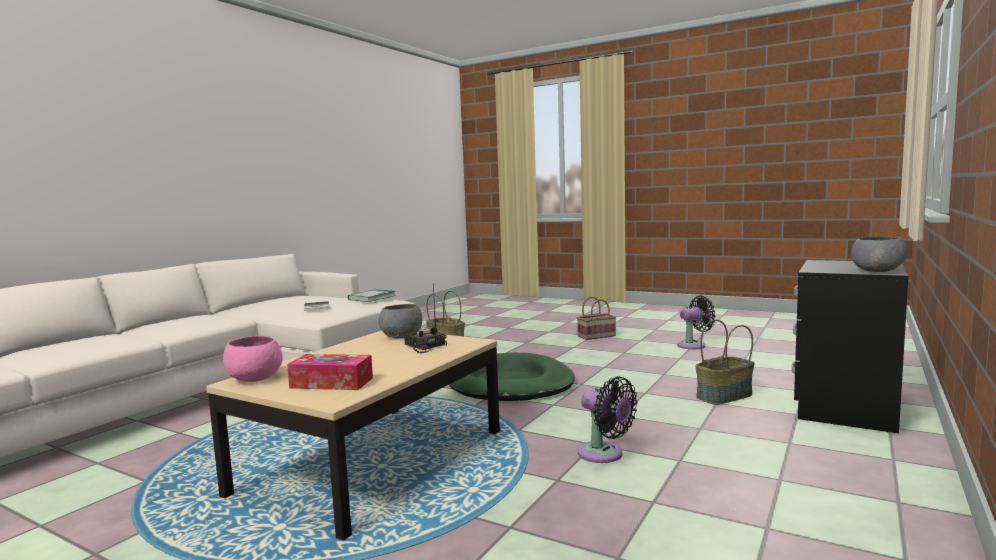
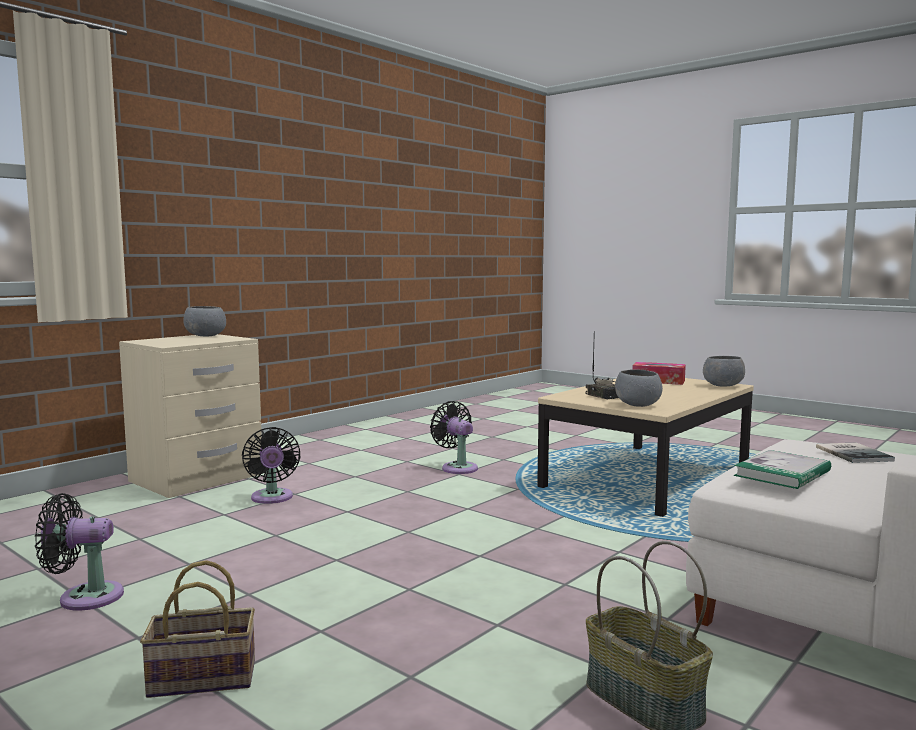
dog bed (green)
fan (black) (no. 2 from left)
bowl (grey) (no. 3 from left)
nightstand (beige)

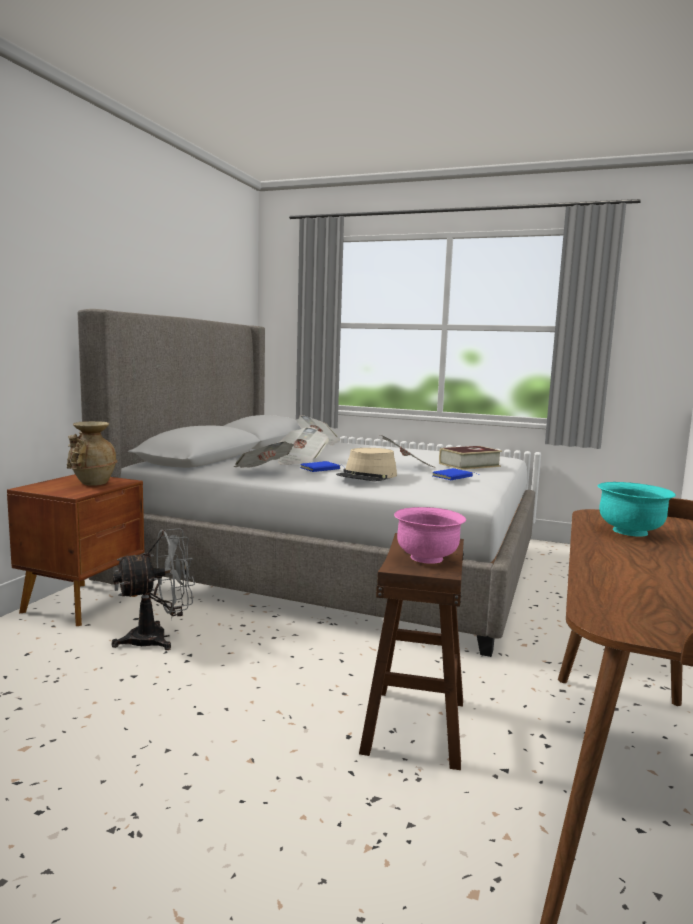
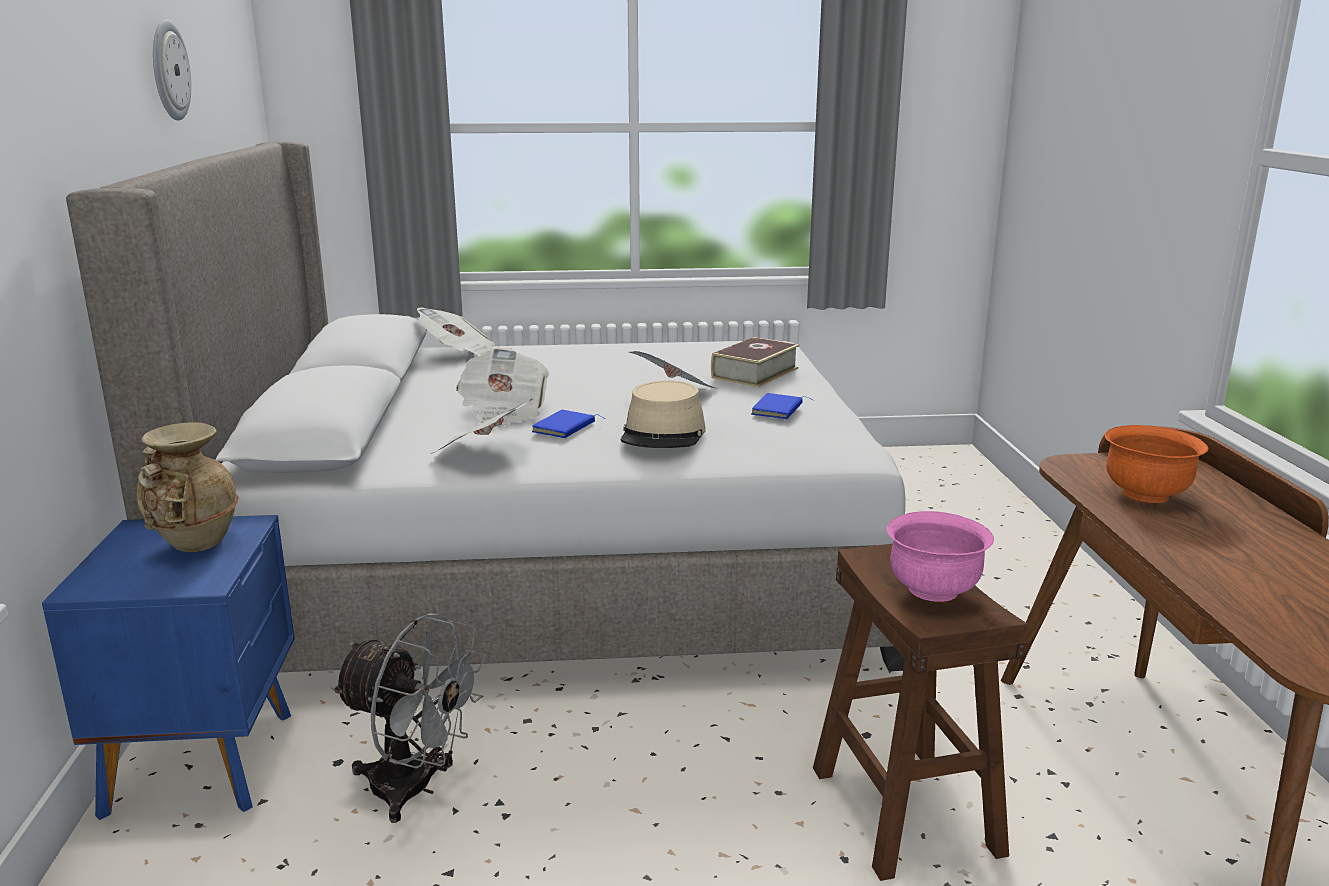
wall clock
nightstand (blue)
bowl (orange)
fan (grey)

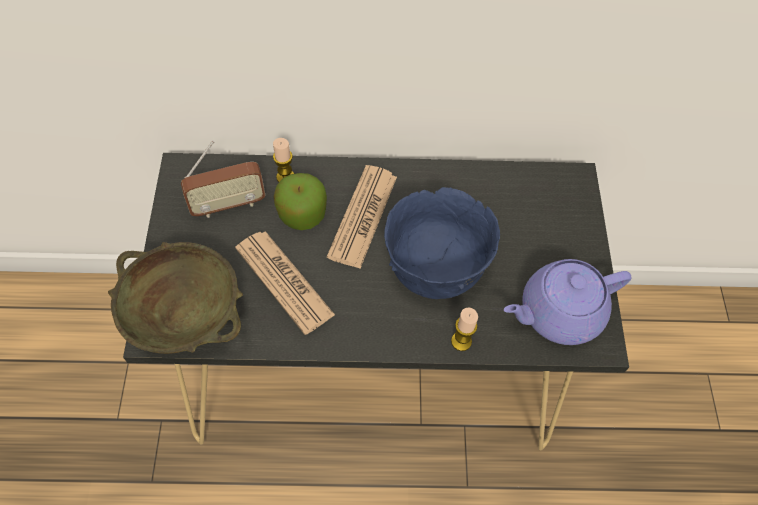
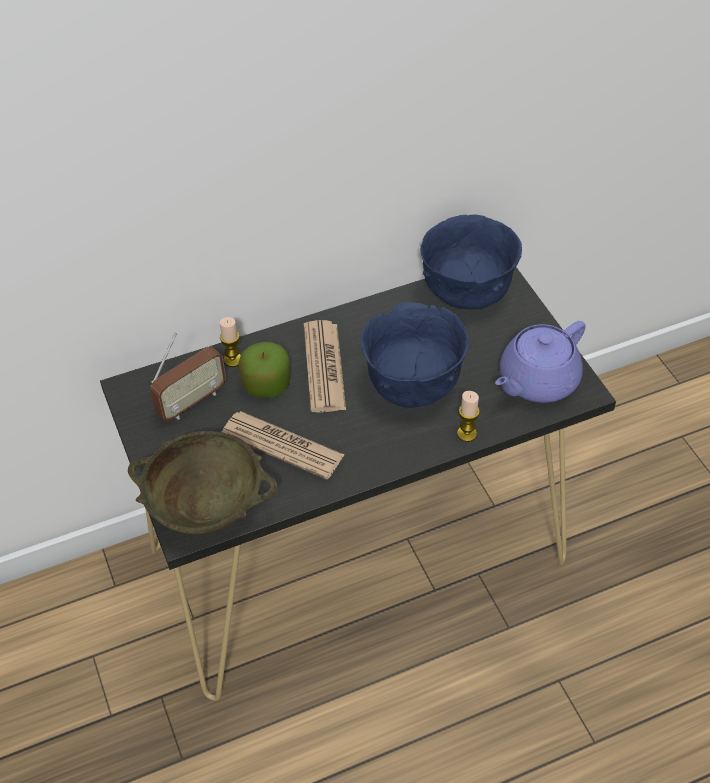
bowl (blue) (no. 2 from left)

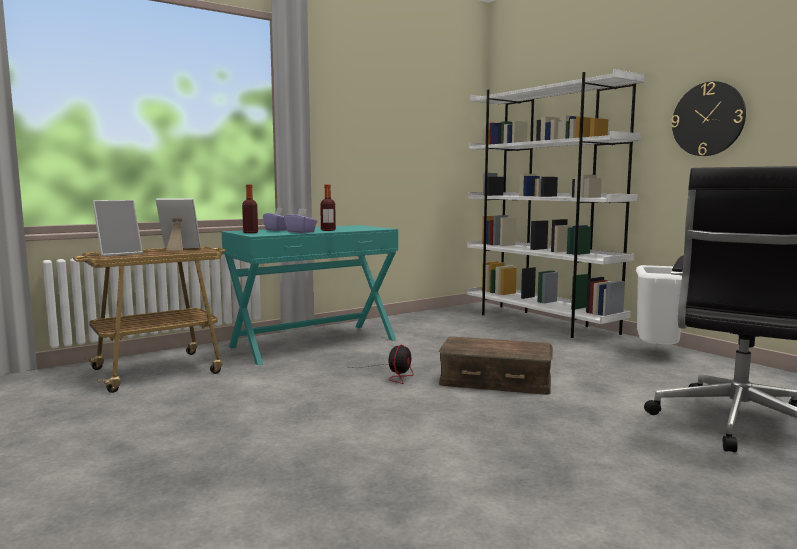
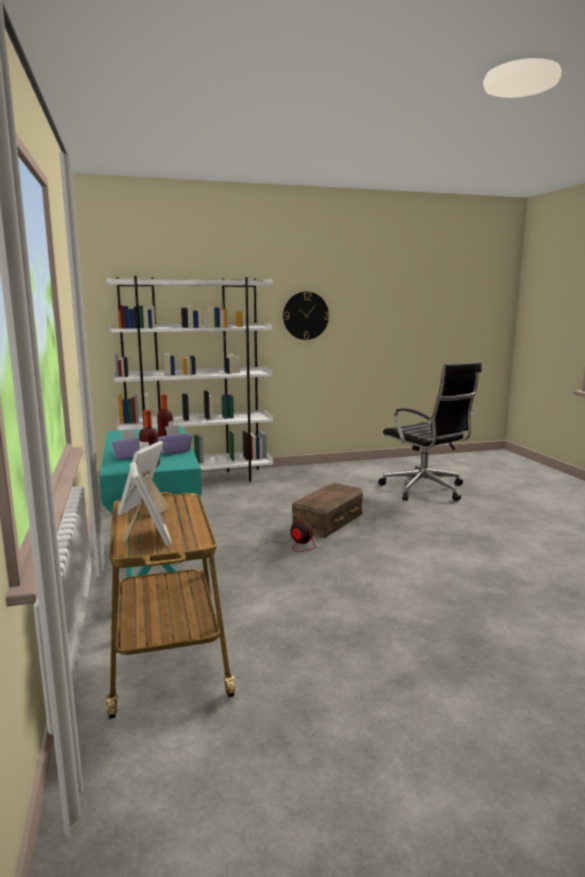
trash can (white)

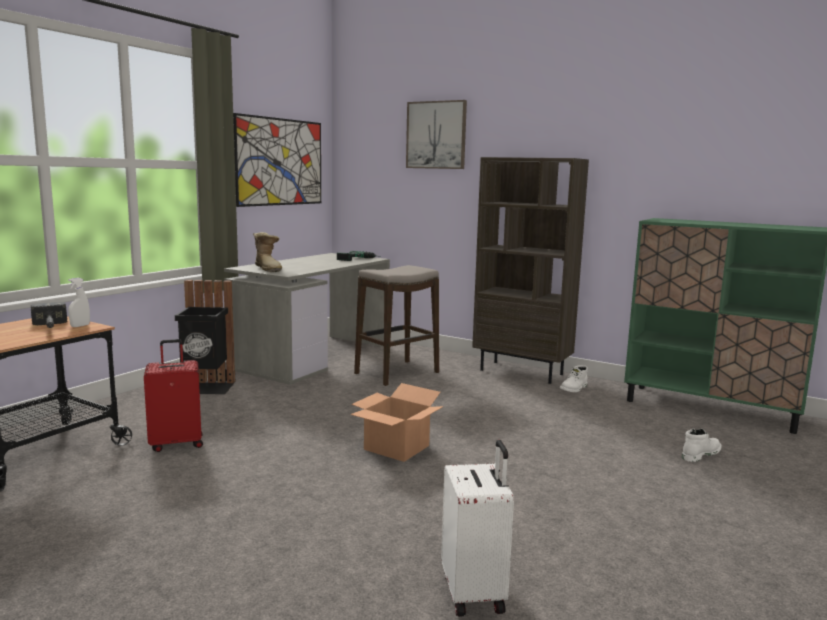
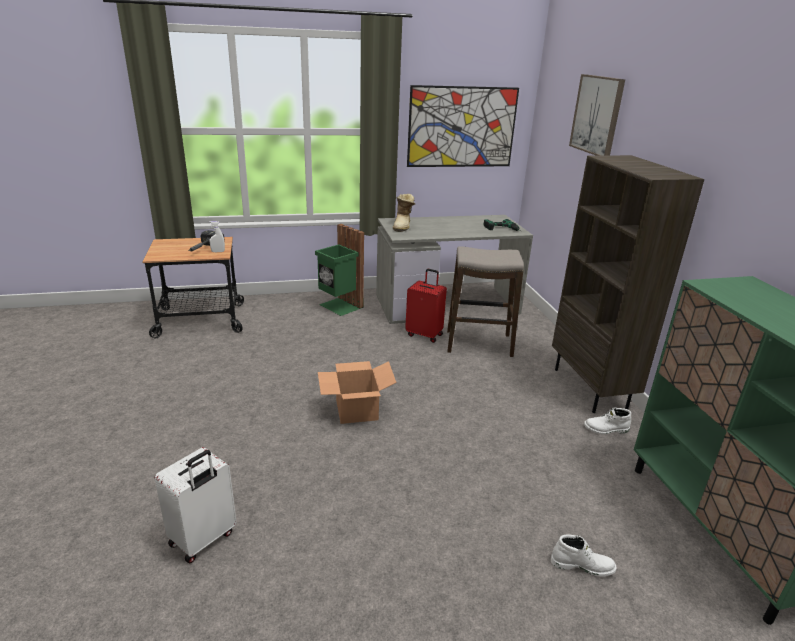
suitcase (red)
trash can (green)

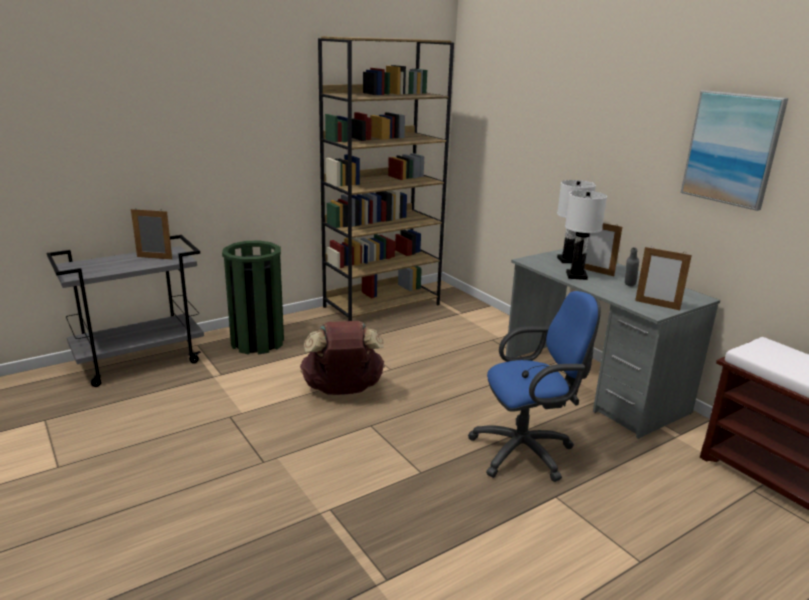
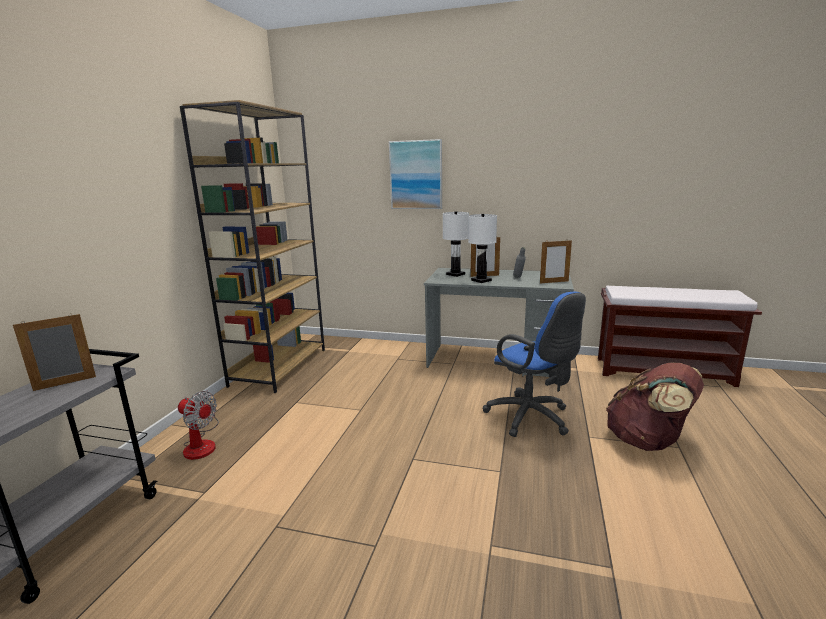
backpack (brown)
picture
fan
office chair (blue)

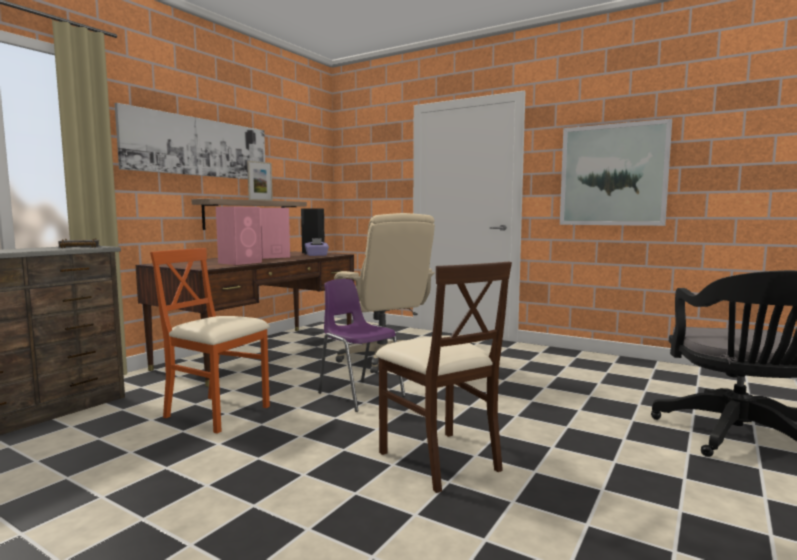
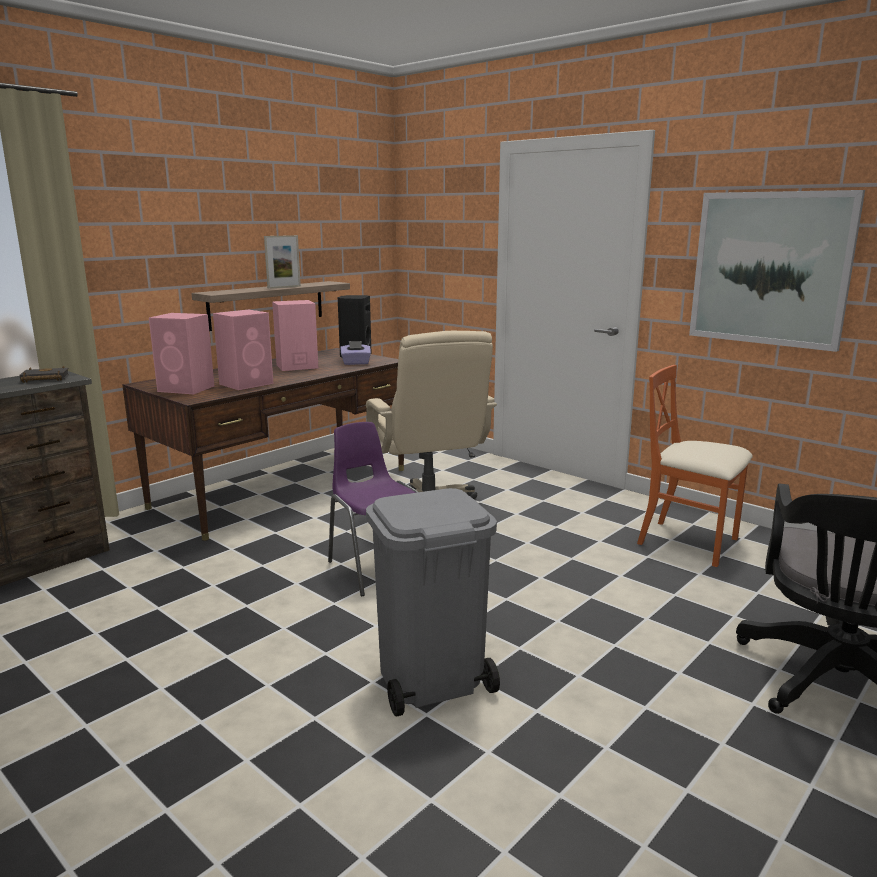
picture (no. 1 from left in the first image)
speaker (pink) (no. 1 from left)
chair (orange)
trash can (grey)

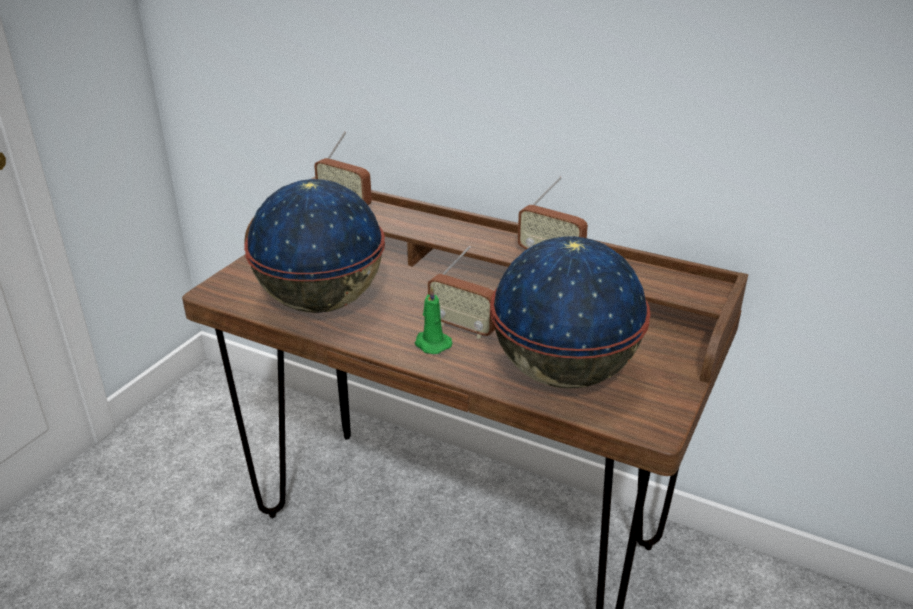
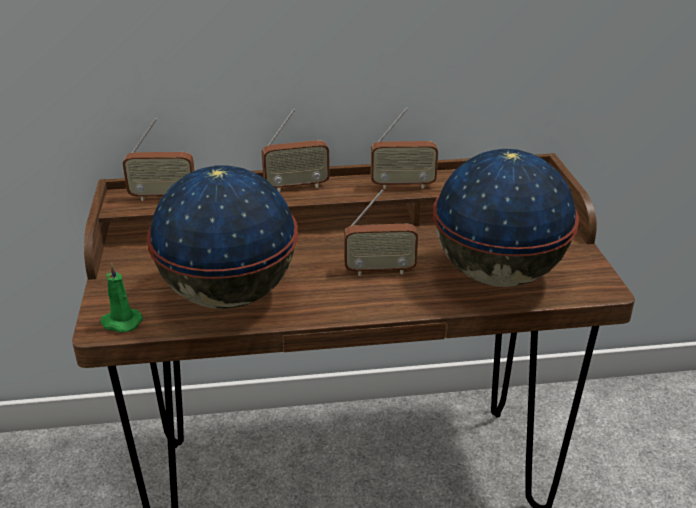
radio (no. 2 from left)
candle (green)

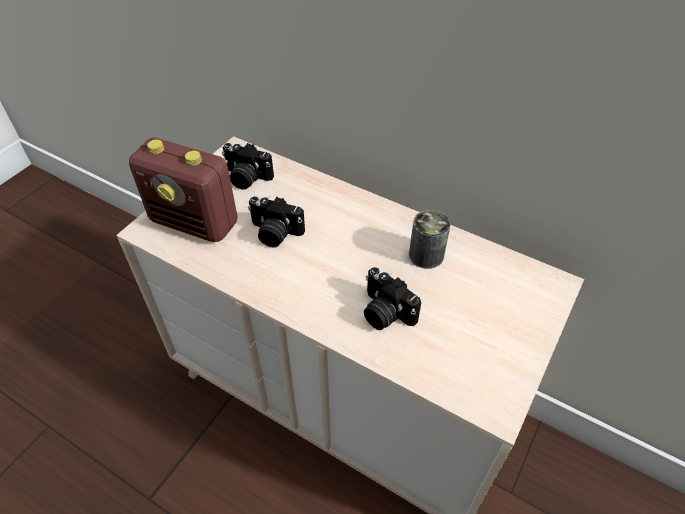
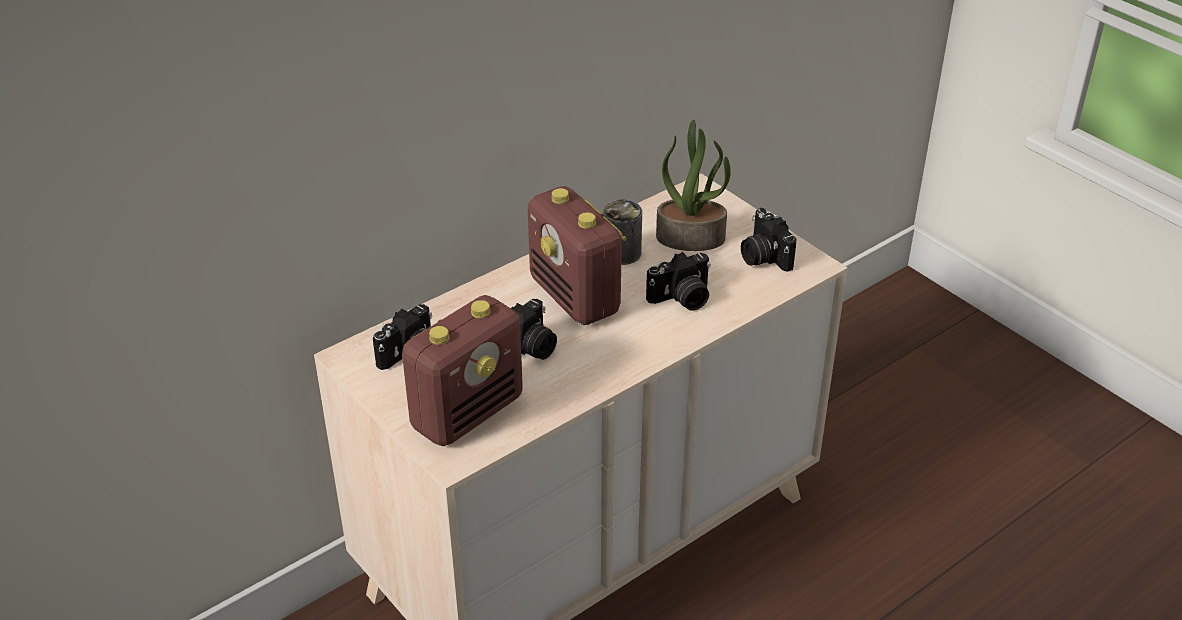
radio (no. 2 from left)
potted plant
photo camera (no. 4 from left)

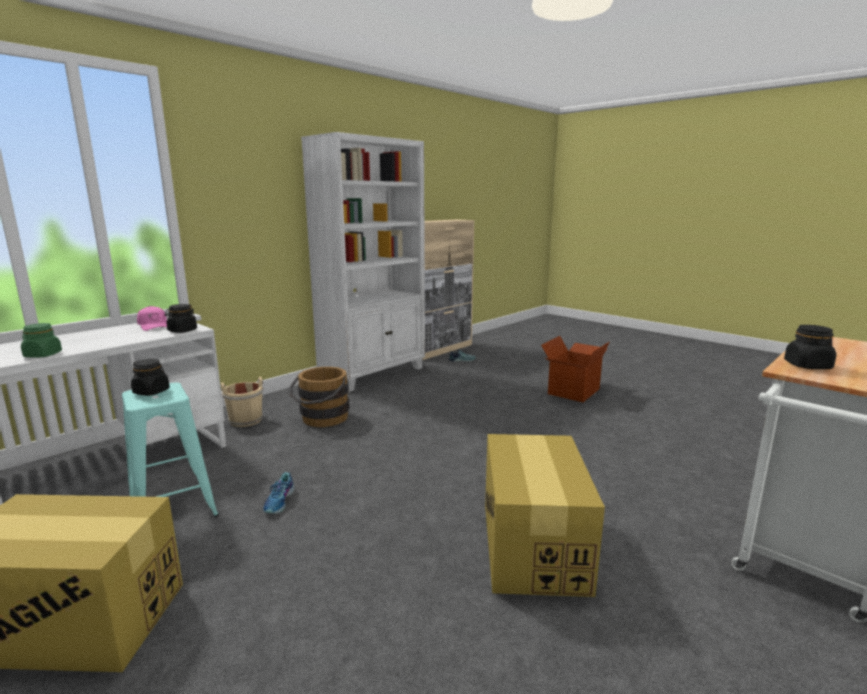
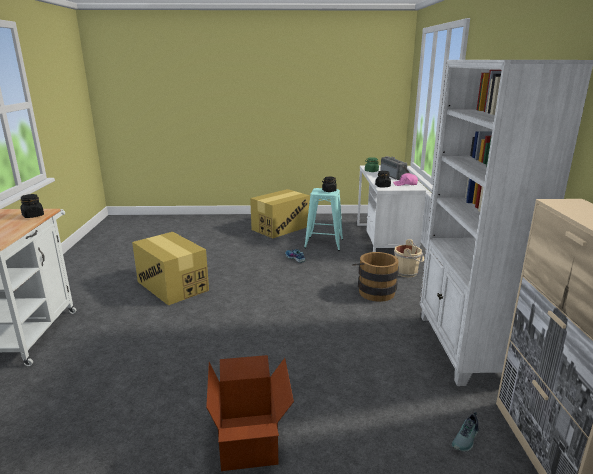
radio

